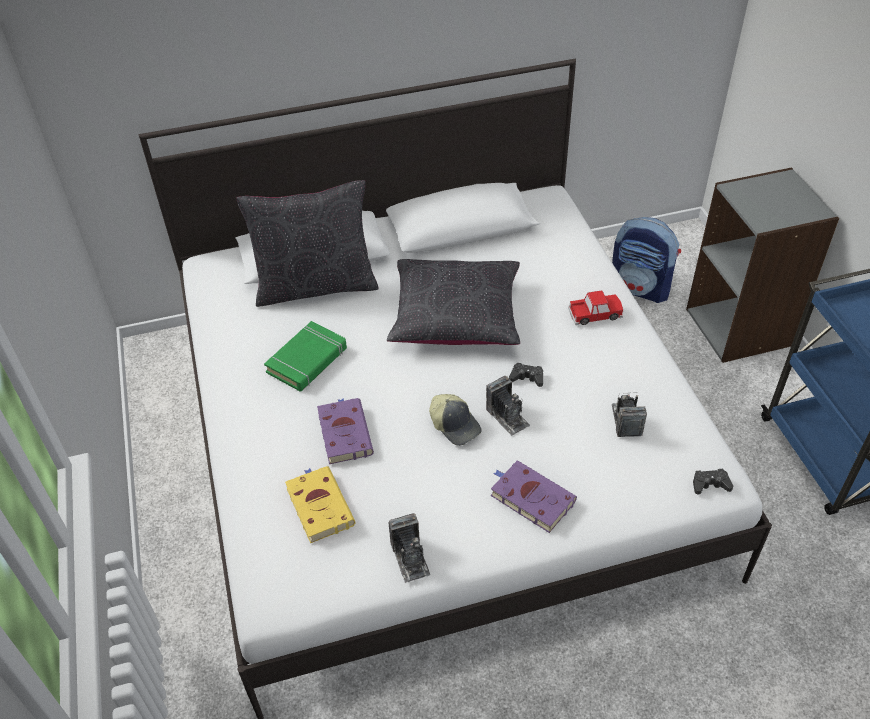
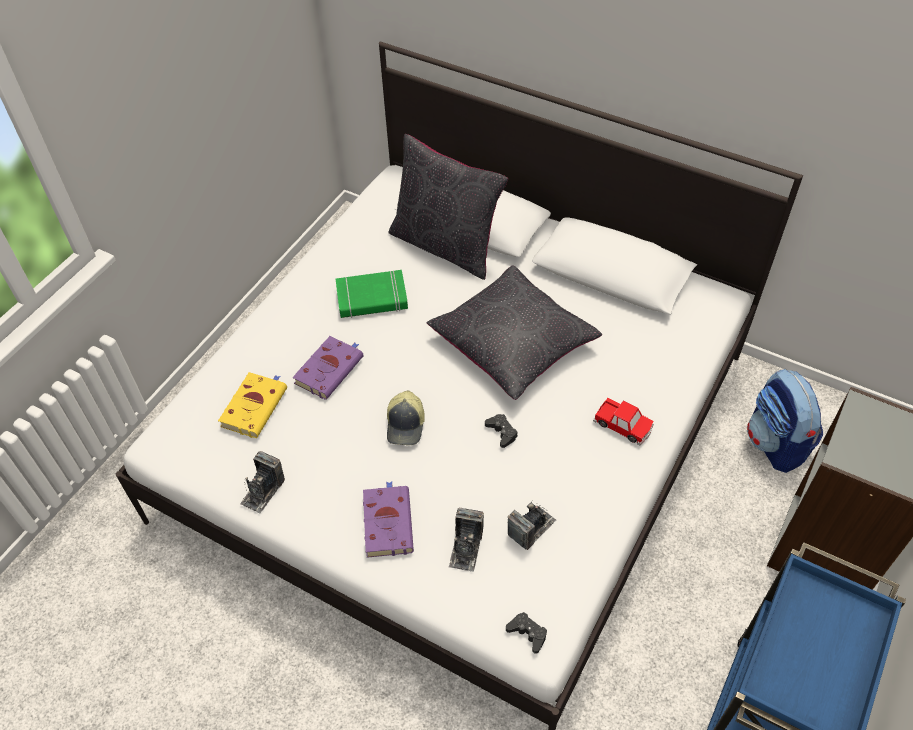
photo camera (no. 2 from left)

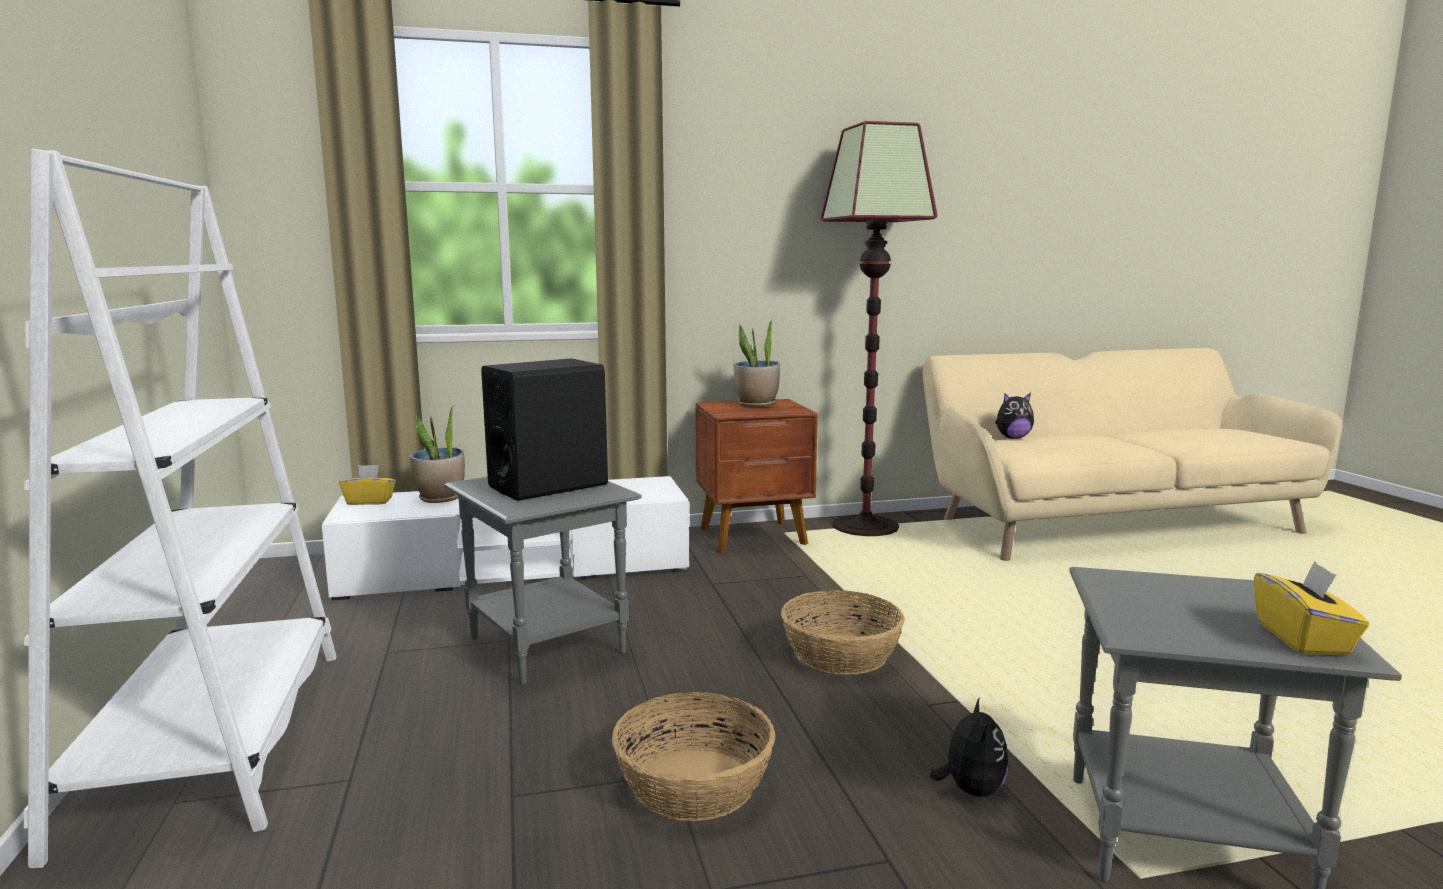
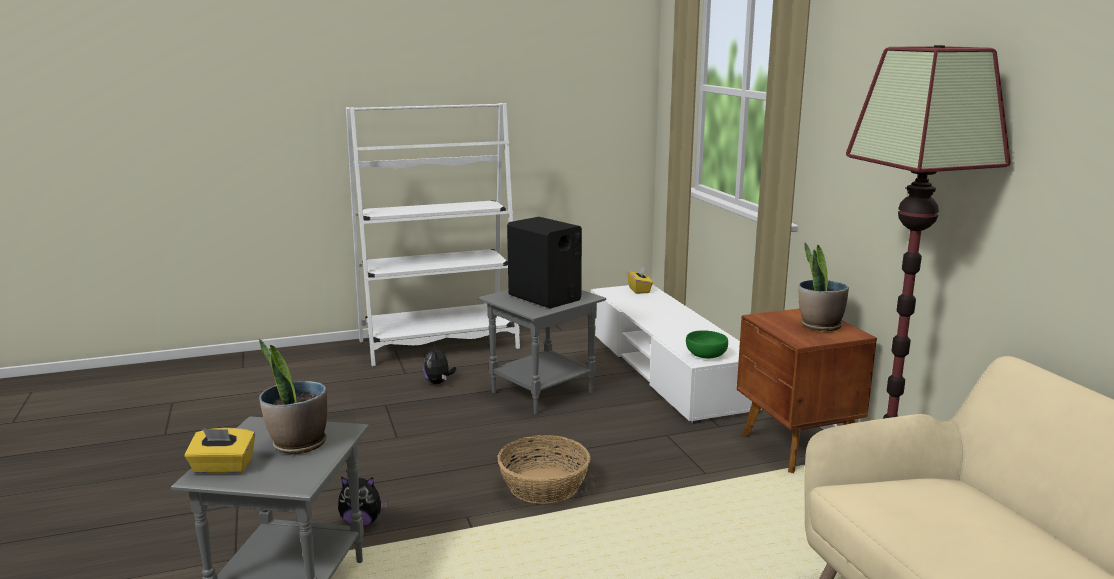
basket (no. 1 from left in the first image)
bowl (green)
potted plant (no. 1 from left)
plush toy (no. 2 from left)

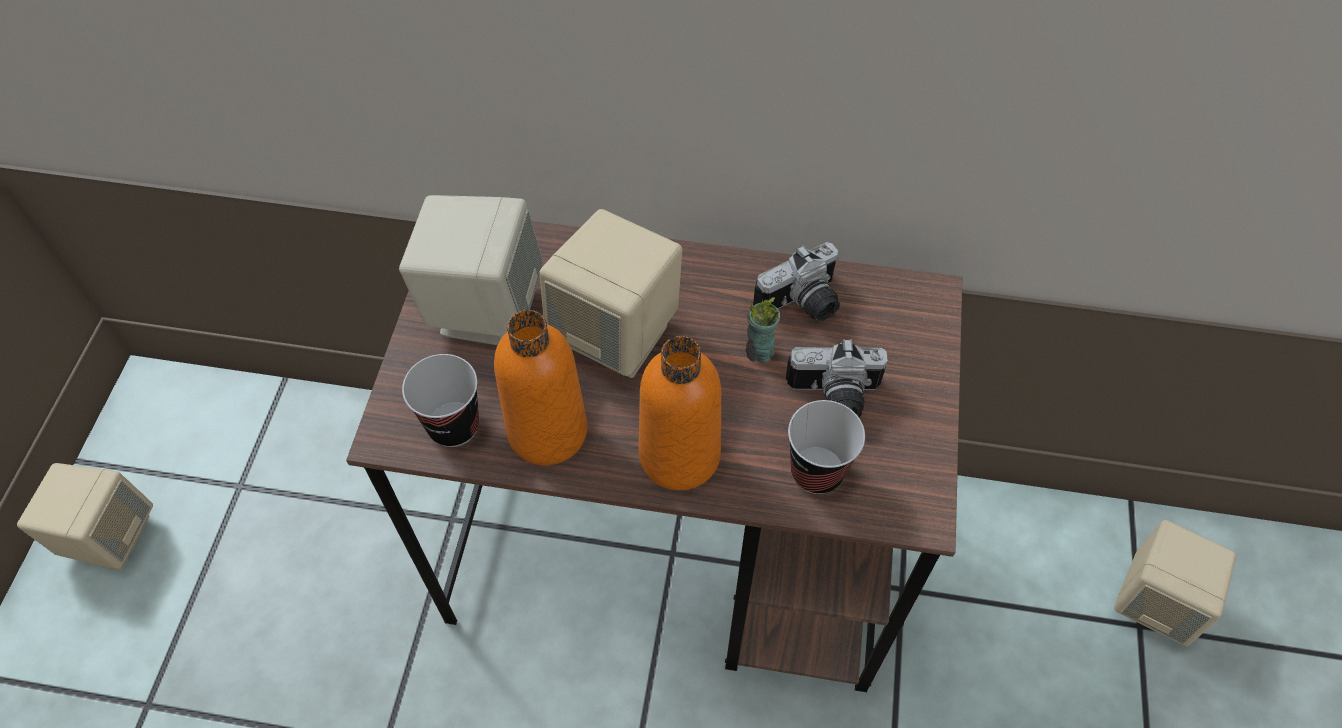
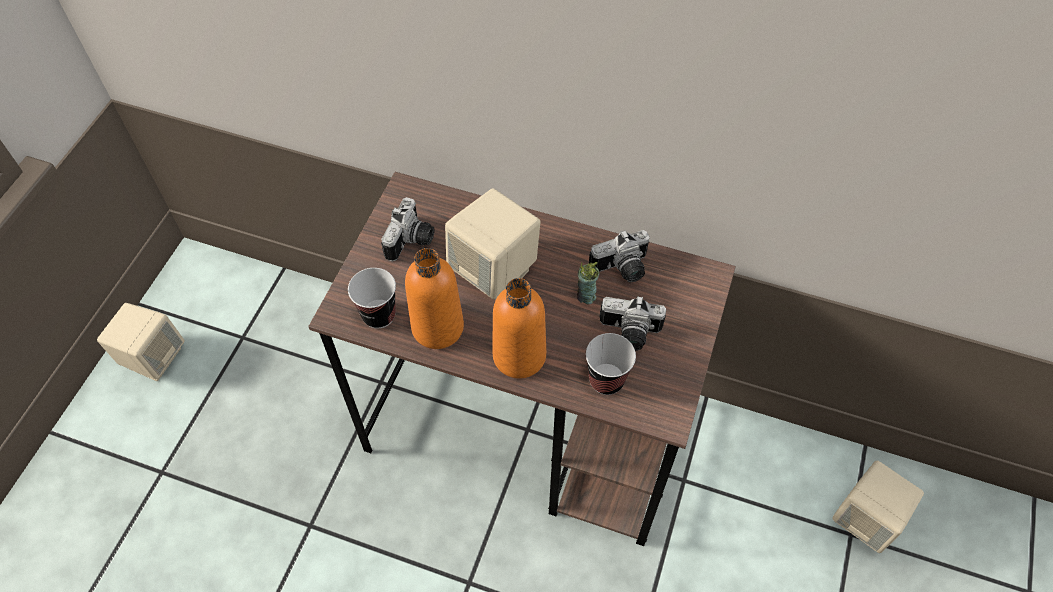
photo camera (no. 1 from left)

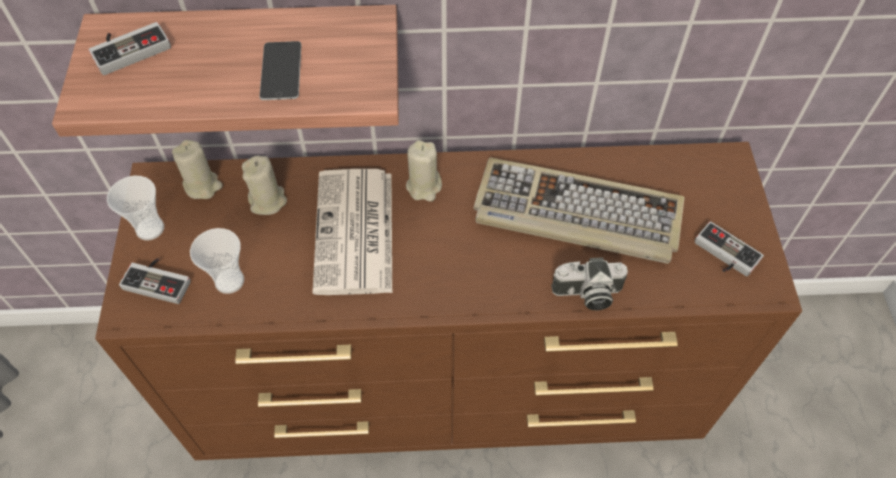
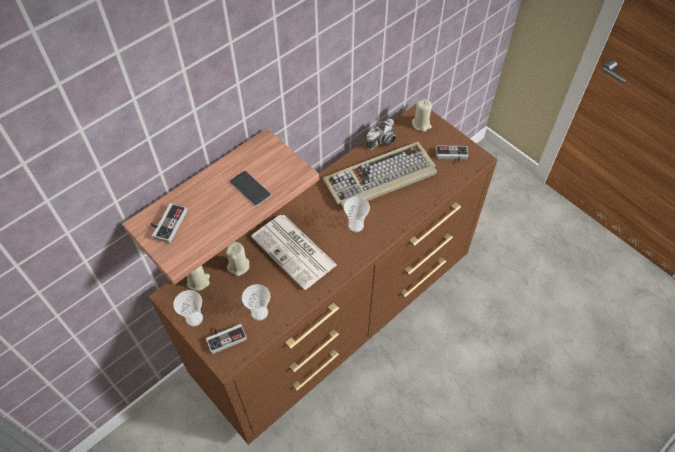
cup (no. 3 from left)
candle (beige) (no. 3 from left)
photo camera

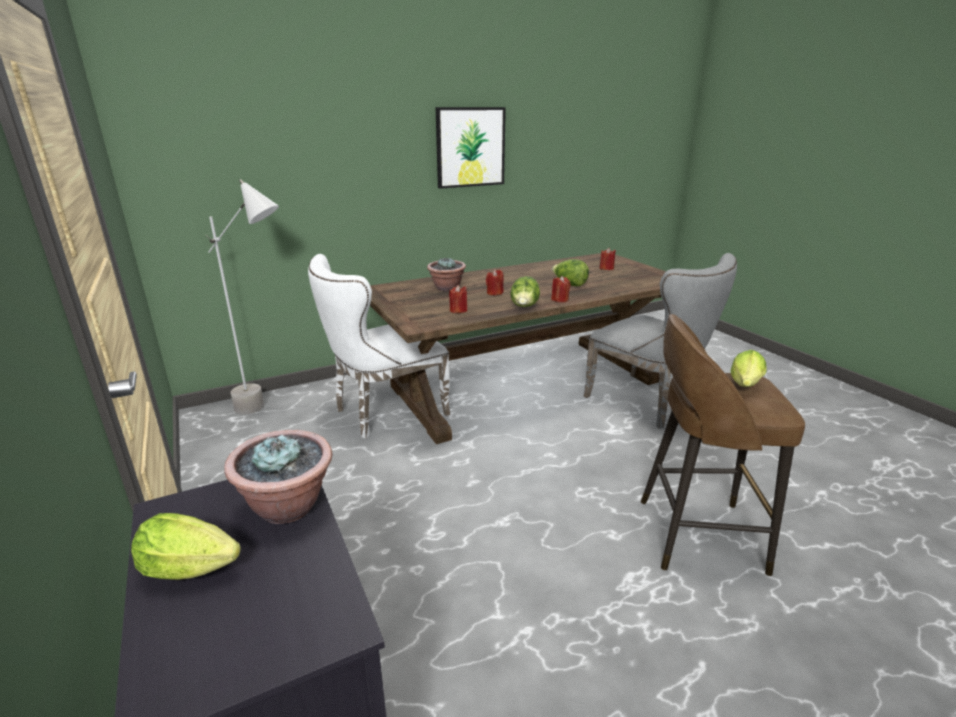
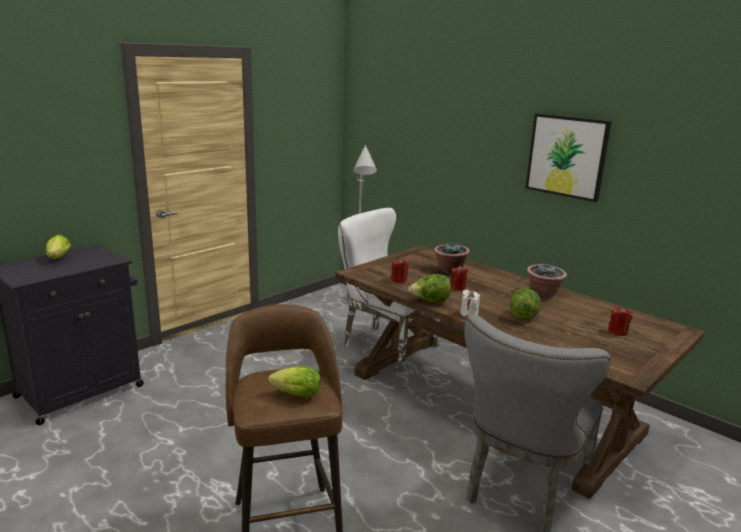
potted plant (no. 2 from left)
candle (white)

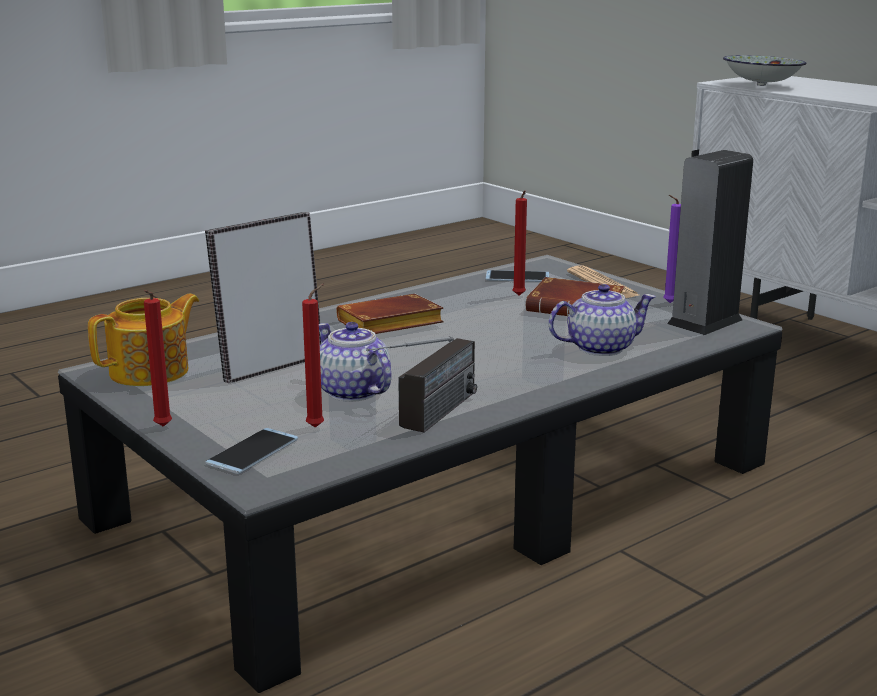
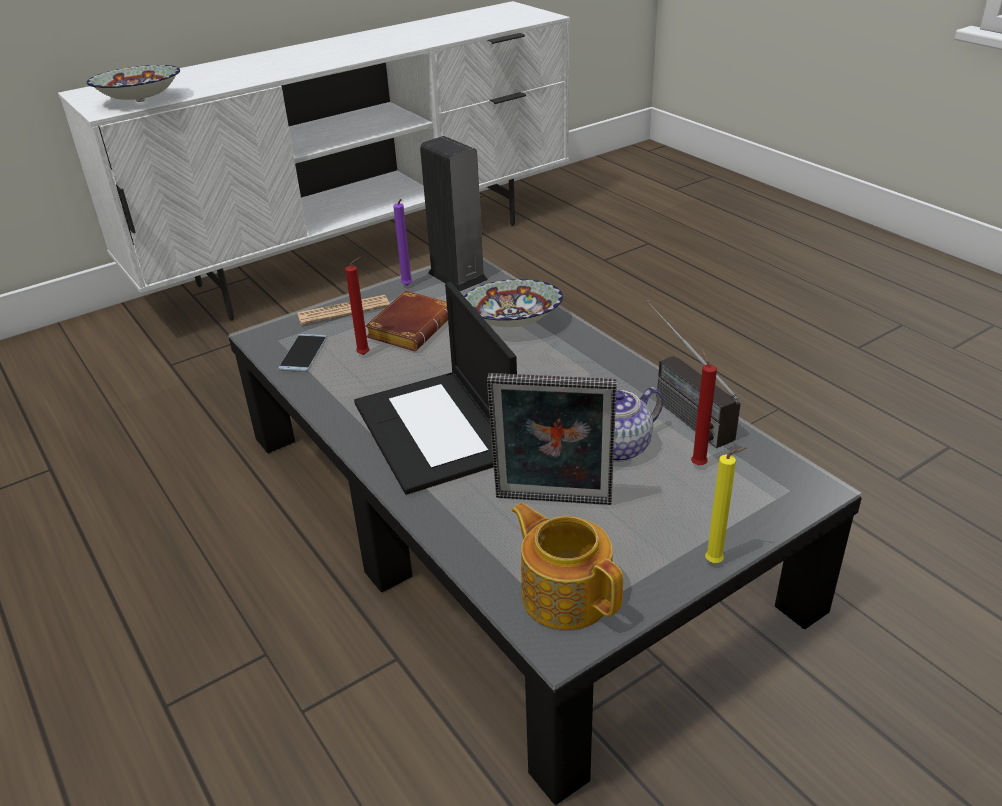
phone (no. 1 from left in the first image)
laptop
bowl (no. 2 from left)
candle (yellow)
picture frame
radio

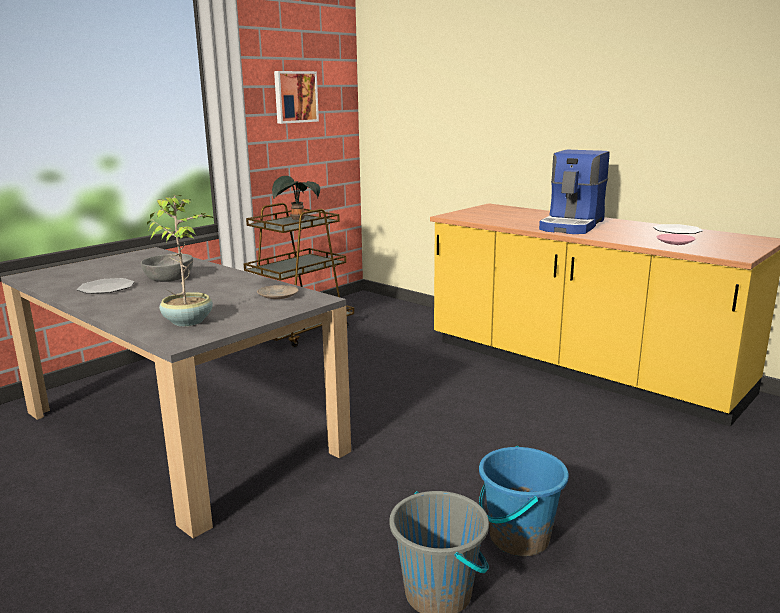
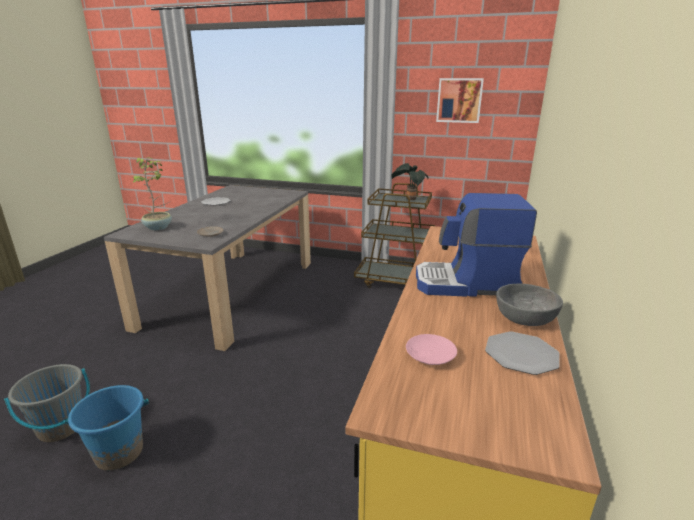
bowl (grey)

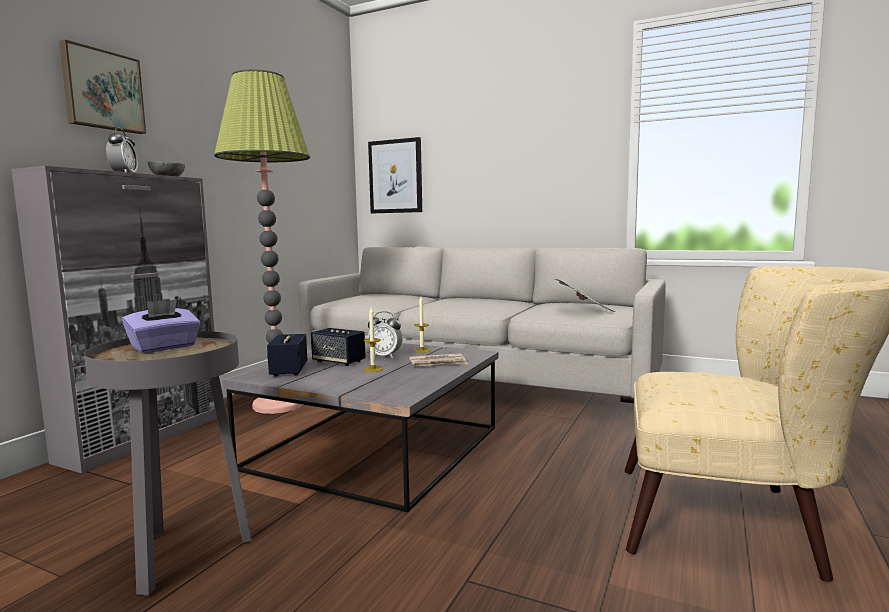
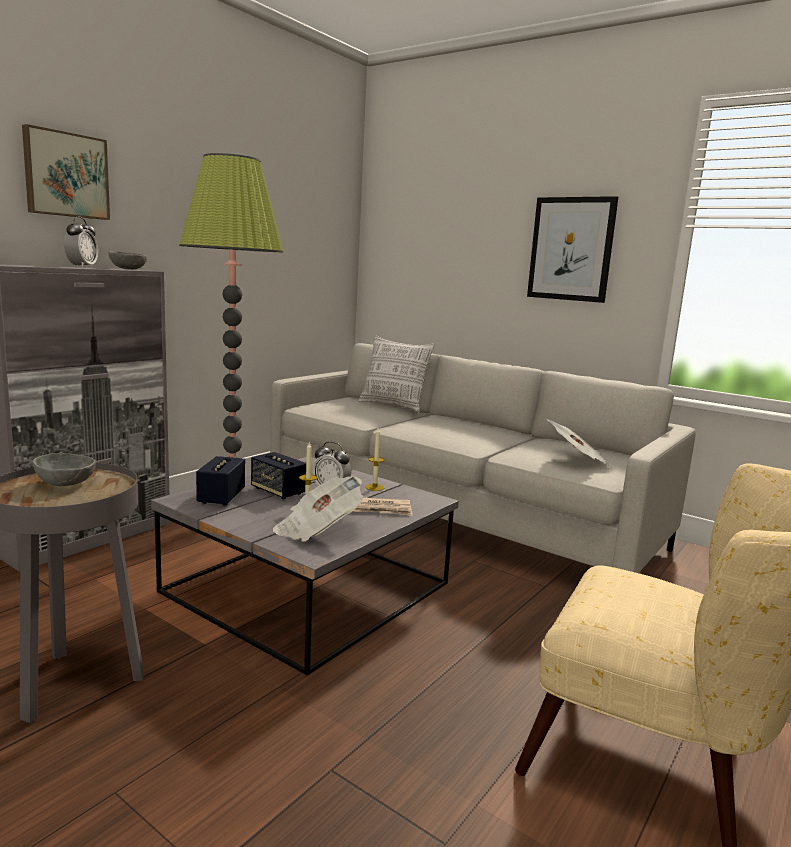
newspaper (no. 1 from left)
pillow
picture (no. 2 from left)
bowl (grey) (no. 1 from left)

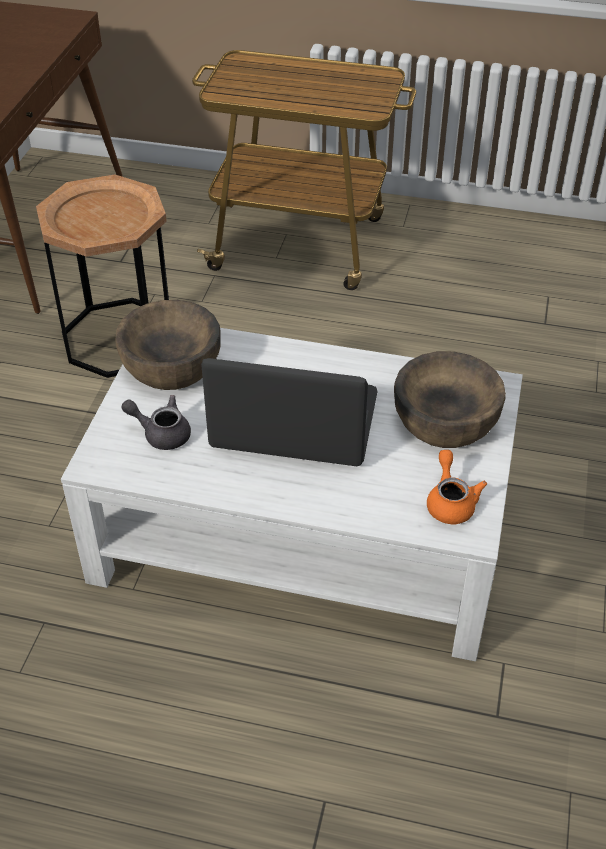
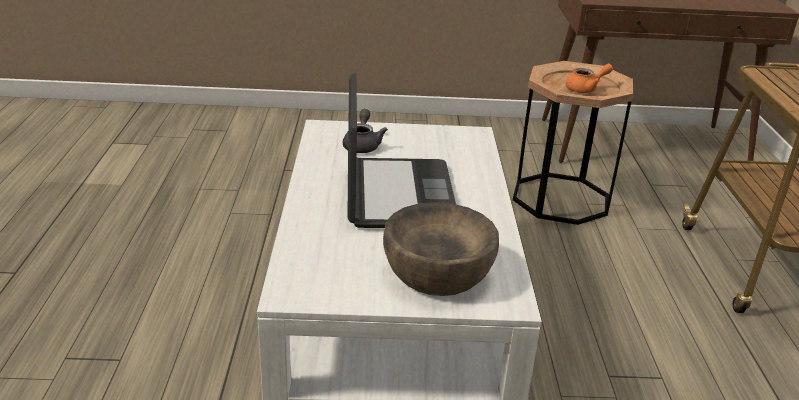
bowl (brown) (no. 1 from left in the first image)
teapot (orange)

